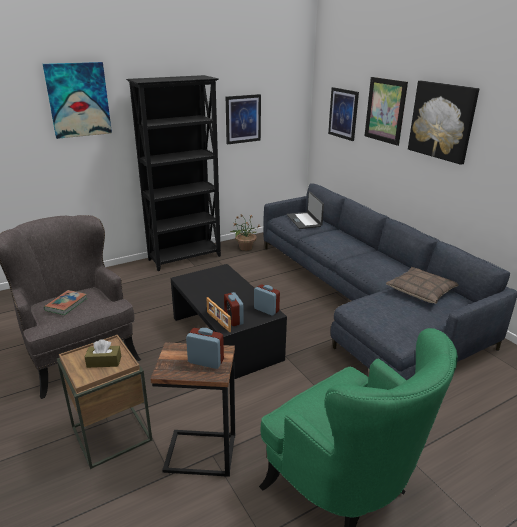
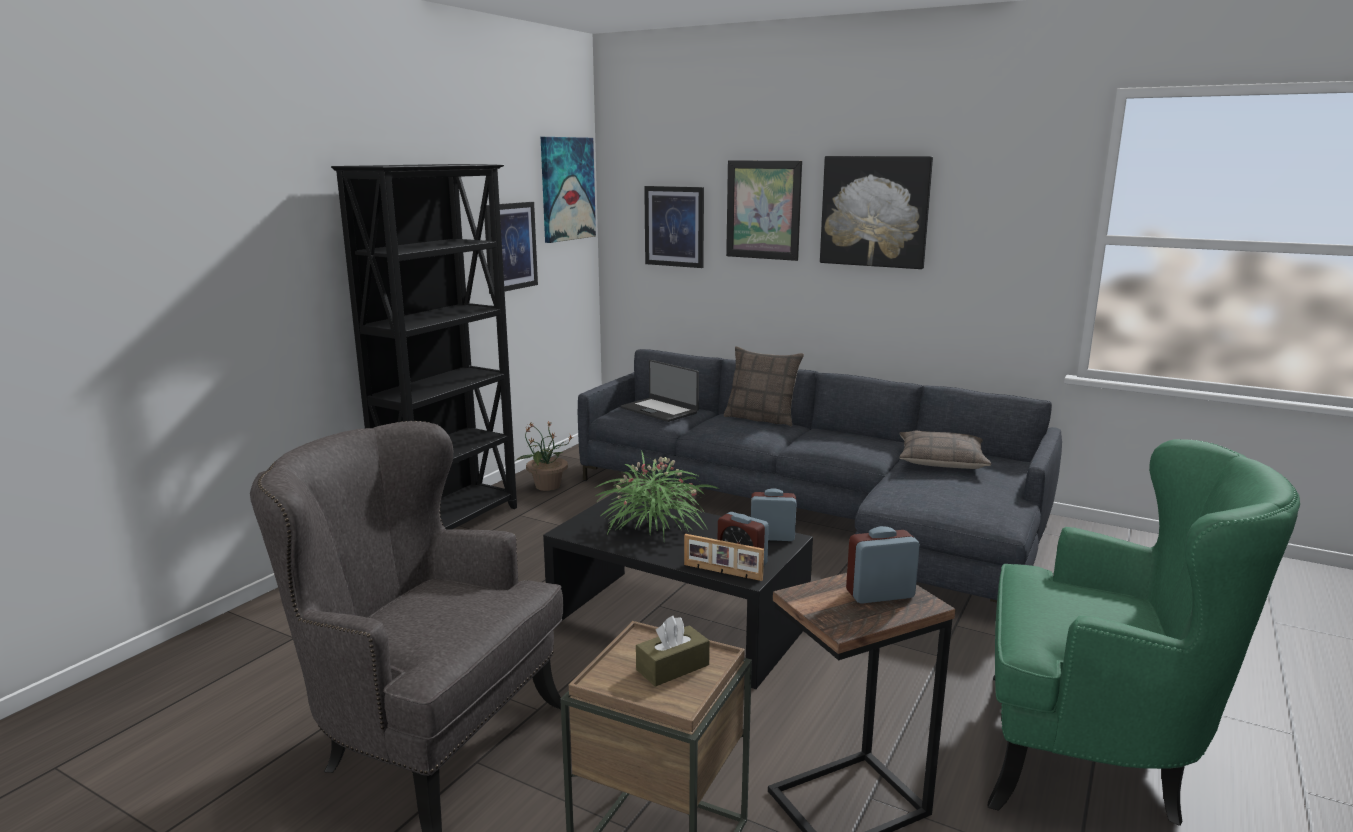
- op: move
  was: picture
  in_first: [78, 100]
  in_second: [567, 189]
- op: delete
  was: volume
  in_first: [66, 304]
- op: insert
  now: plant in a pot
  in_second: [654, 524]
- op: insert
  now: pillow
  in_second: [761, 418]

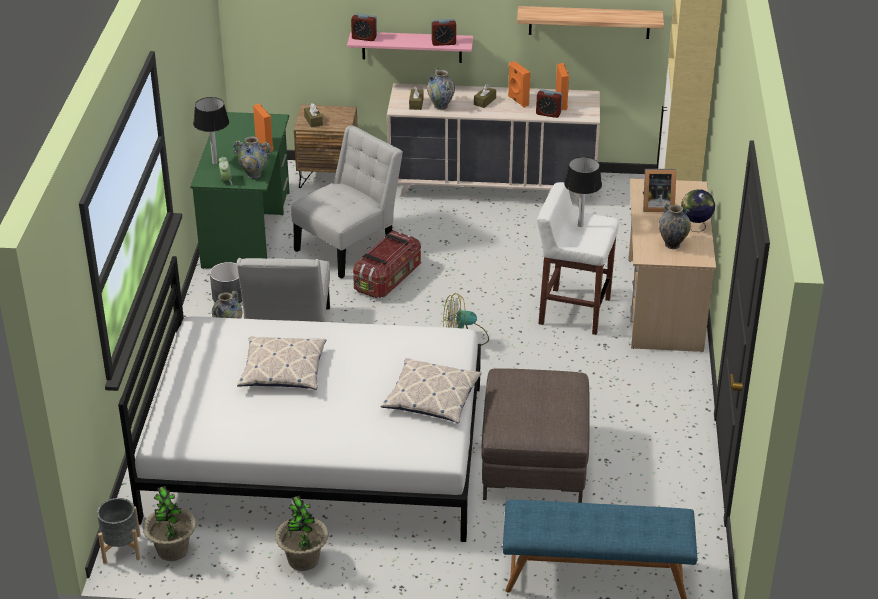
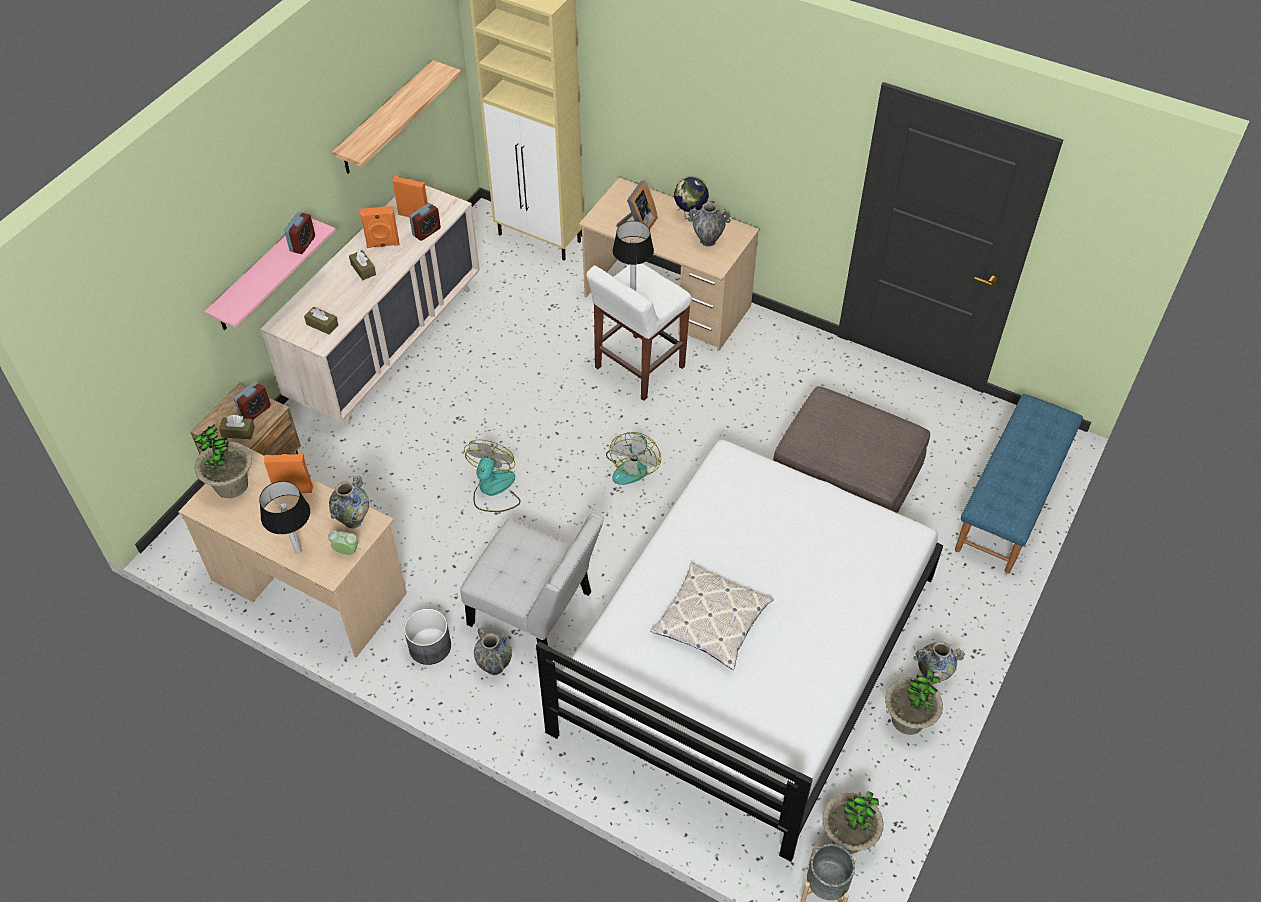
- op: recolor
  was: greenish desk unit
  now: beige-coloured desk unit
  in_first: [247, 229]
  in_second: [309, 586]
- op: delete
  was: whitish plain chair
  in_first: [349, 247]
- op: move
  was: table clock
  in_first: [364, 38]
  in_second: [255, 411]
- op: replace
  was: storage container
  now: electric fan
  in_first: [388, 279]
  in_second: [493, 490]
- op: delete
  was: pillow
  in_first: [431, 398]
- op: move
  was: decorative vase
  in_first: [441, 106]
  in_second: [932, 675]
- op: insert
  now: plant in a pot
  in_second: [231, 485]

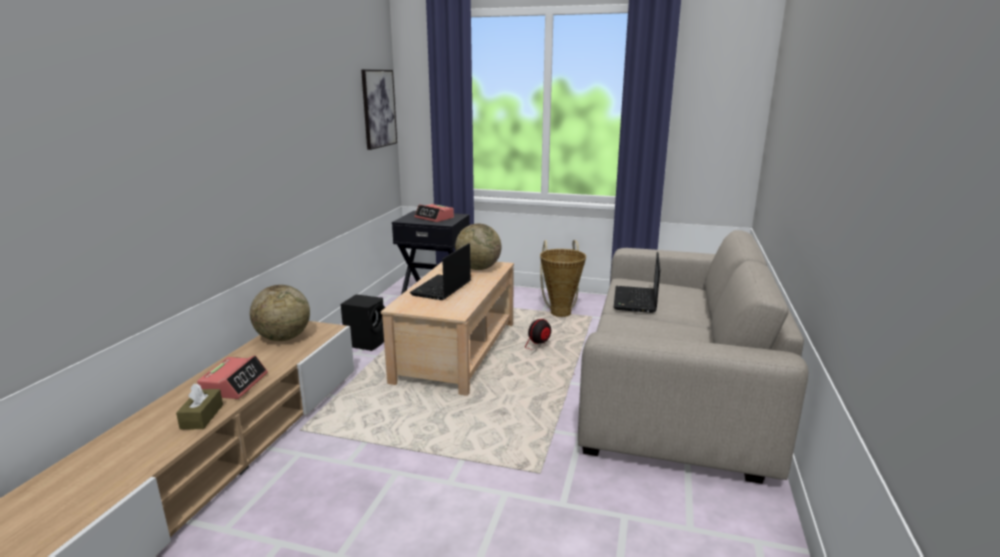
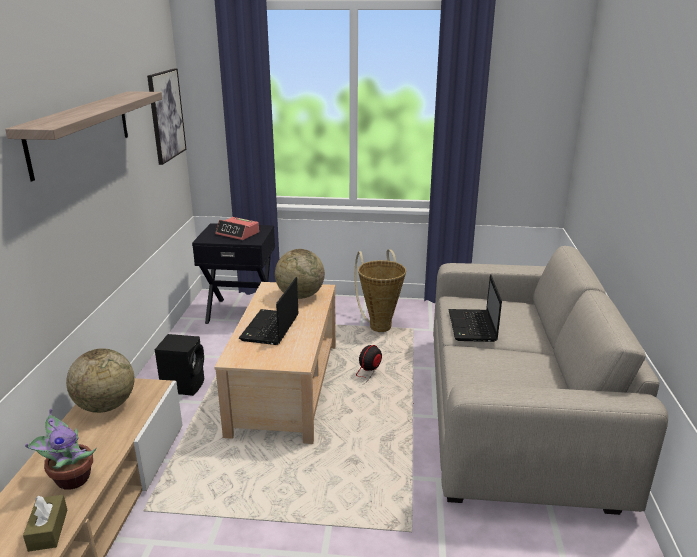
- op: replace
  was: table clock
  now: plant in a pot
  in_first: [234, 384]
  in_second: [71, 479]
- op: insert
  now: bracket shelf
  in_second: [81, 131]

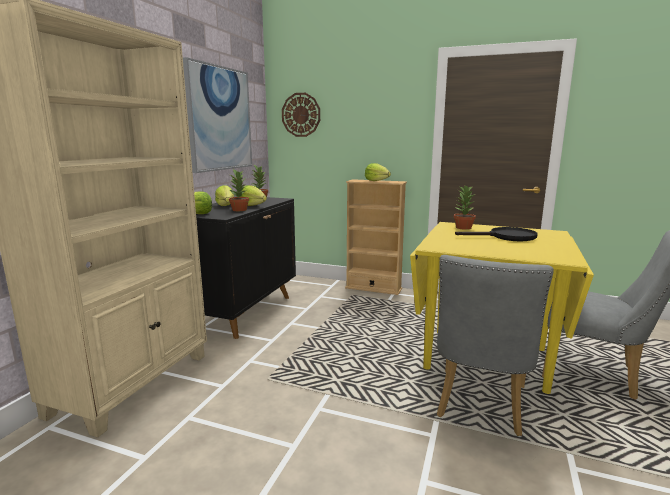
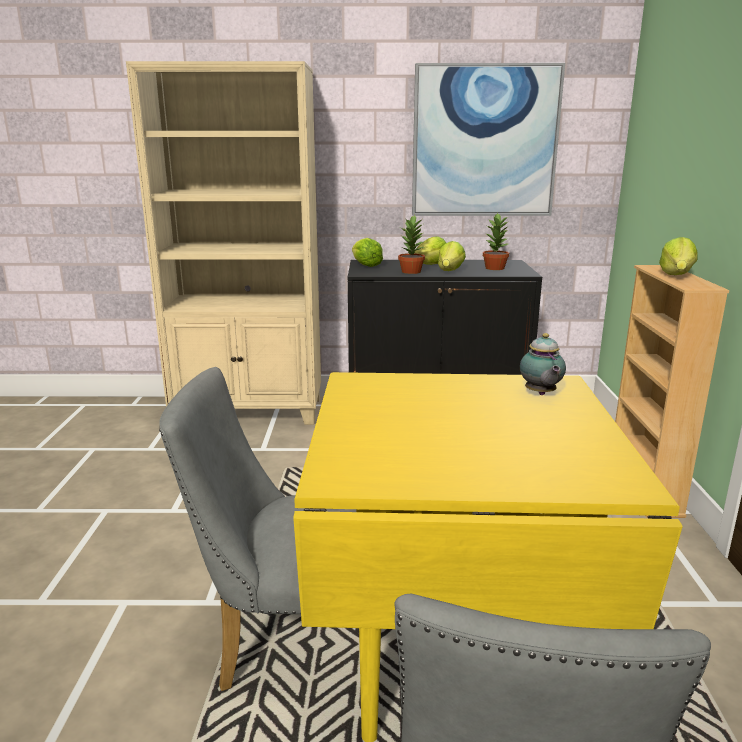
- op: delete
  was: wall clock
  in_first: [301, 115]
- op: replace
  was: plant in a pot
  now: teapot
  in_first: [463, 227]
  in_second: [540, 394]
- op: delete
  was: blackish skillet
  in_first: [506, 237]

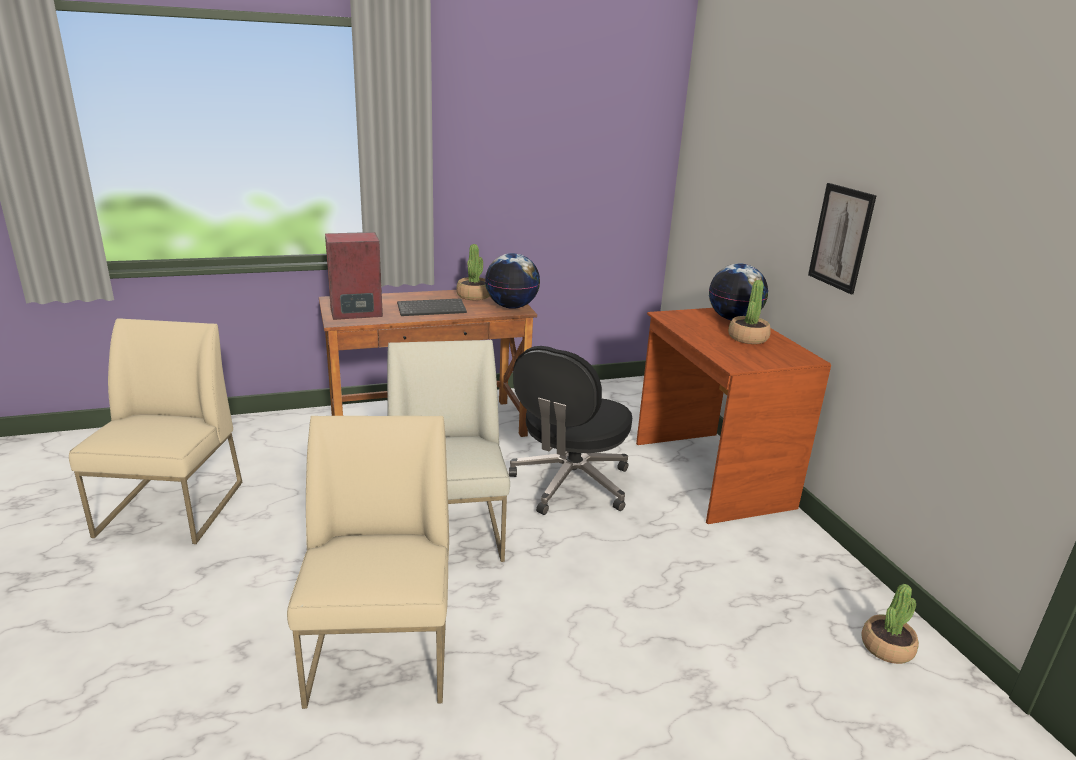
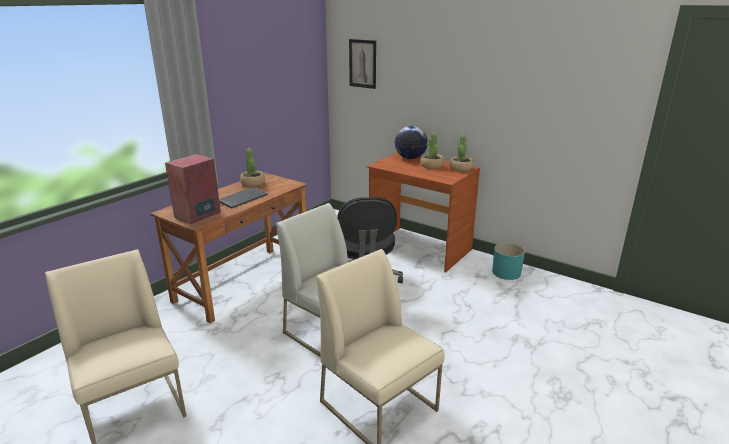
- op: delete
  was: world globe
  in_first: [511, 307]
- op: move
  was: picture
  in_first: [841, 237]
  in_second: [362, 63]
- op: move
  was: plant in a pot
  in_first: [887, 647]
  in_second: [460, 168]
- op: insert
  now: turquoise flower pot
  in_second: [506, 272]

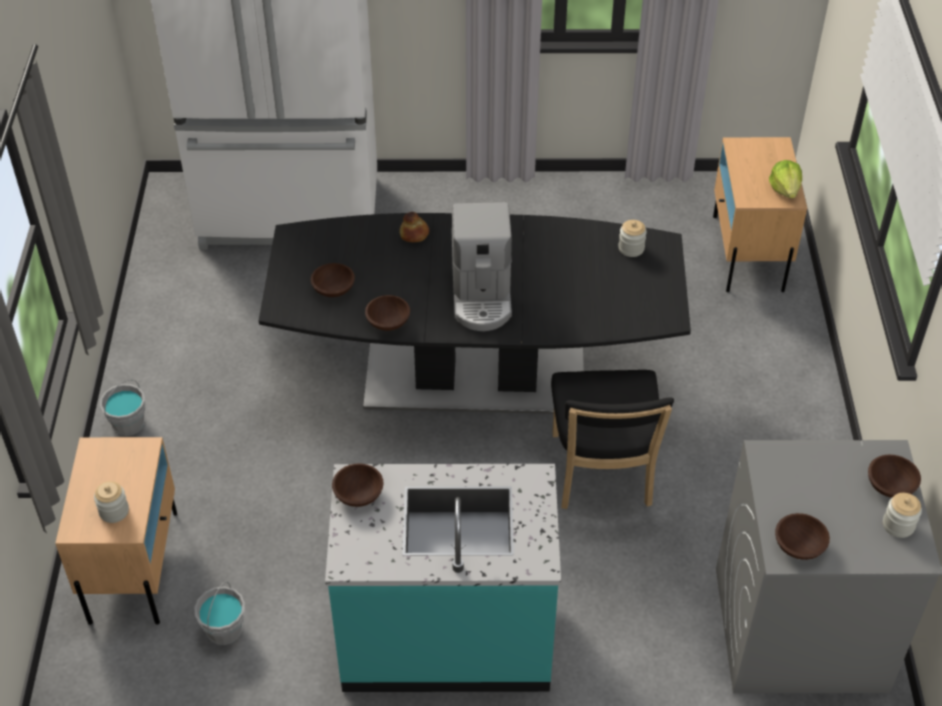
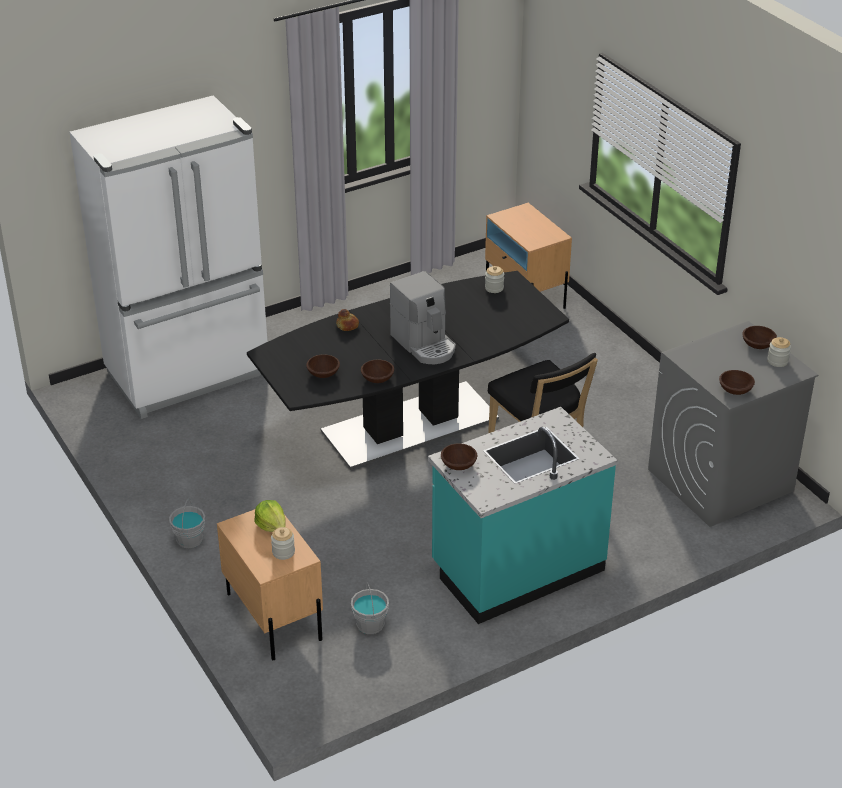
- op: move
  was: lettuce
  in_first: [785, 189]
  in_second: [272, 525]

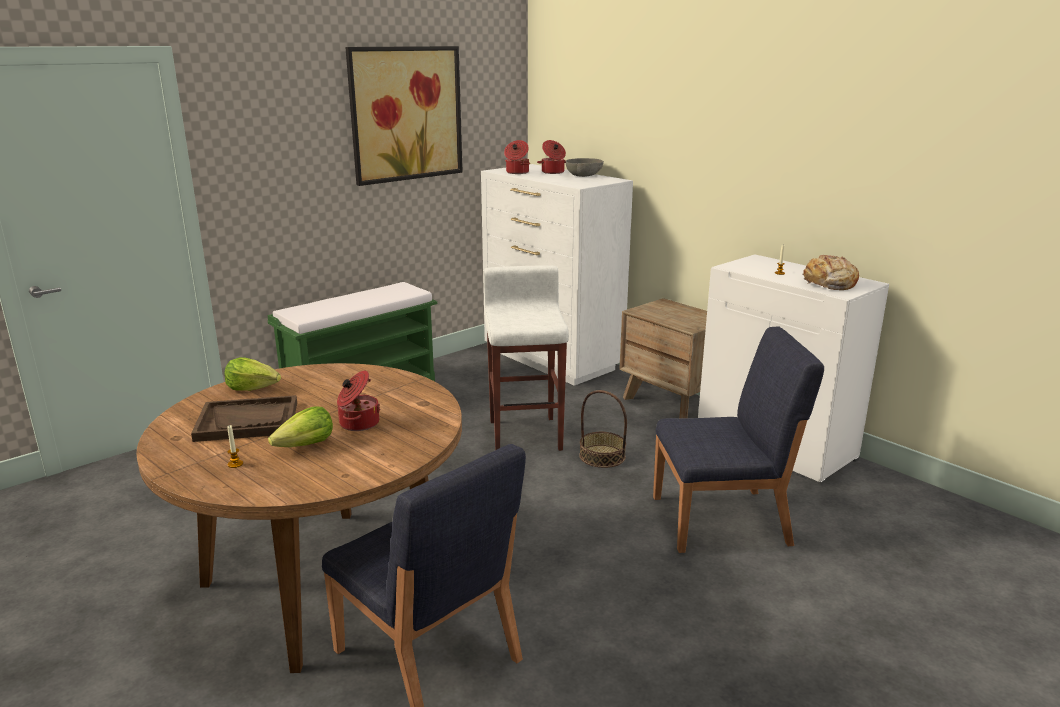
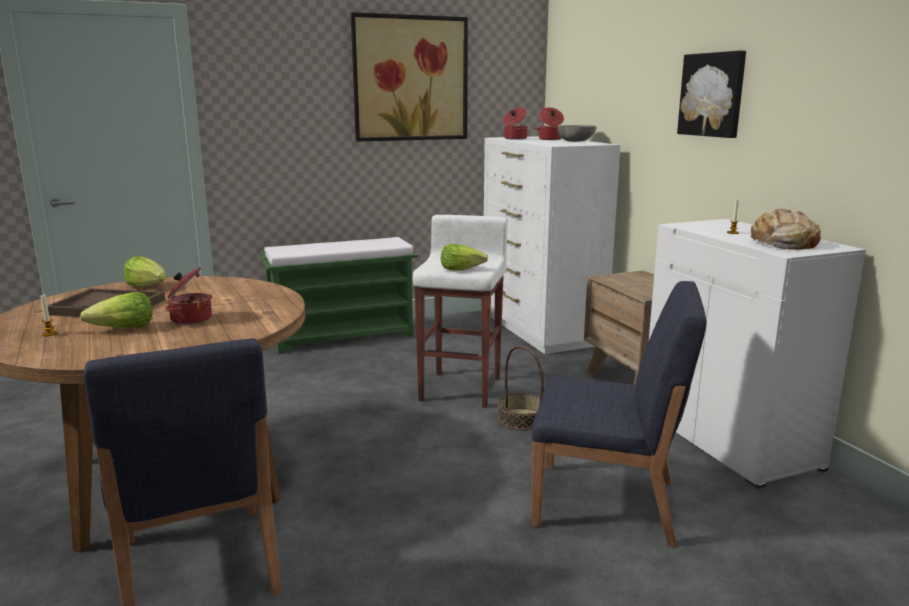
- op: insert
  now: lettuce
  in_second: [461, 269]
- op: insert
  now: picture
  in_second: [713, 95]

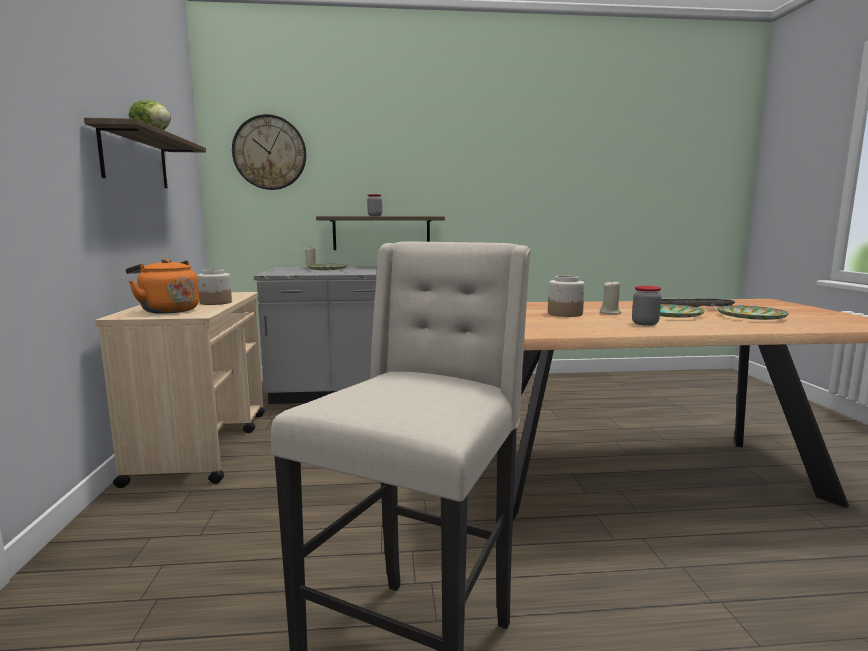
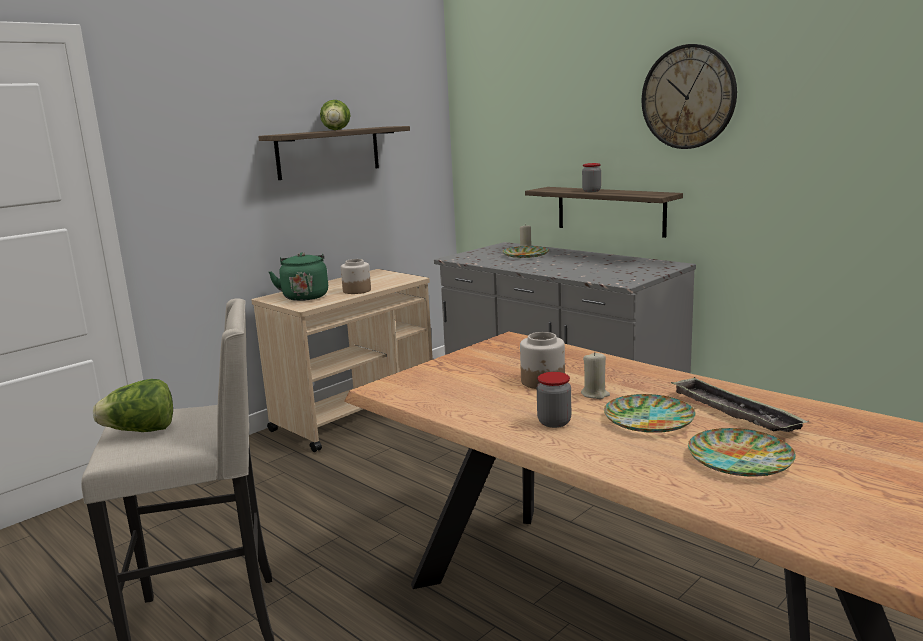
- op: recolor
  was: orange-coloured water kettle
  now: greenish water kettle
  in_first: [167, 310]
  in_second: [305, 296]
- op: move
  was: wall clock
  in_first: [269, 153]
  in_second: [688, 97]
- op: insert
  now: lettuce
  in_second: [141, 431]

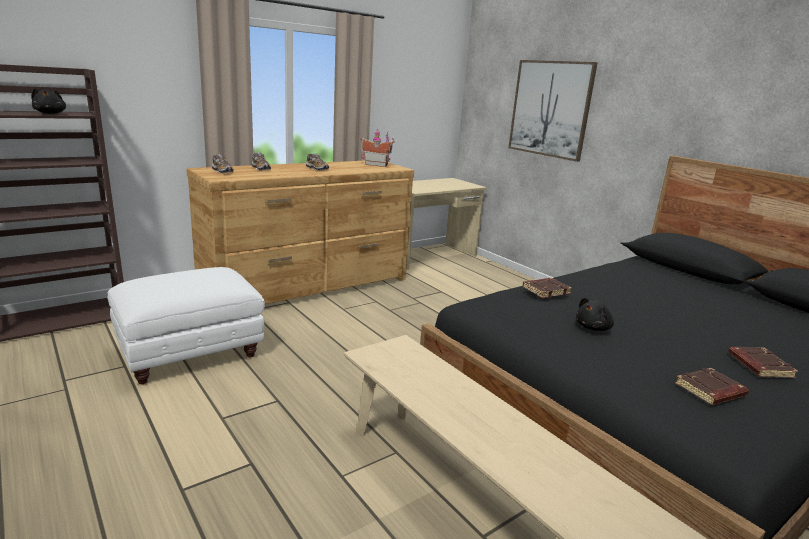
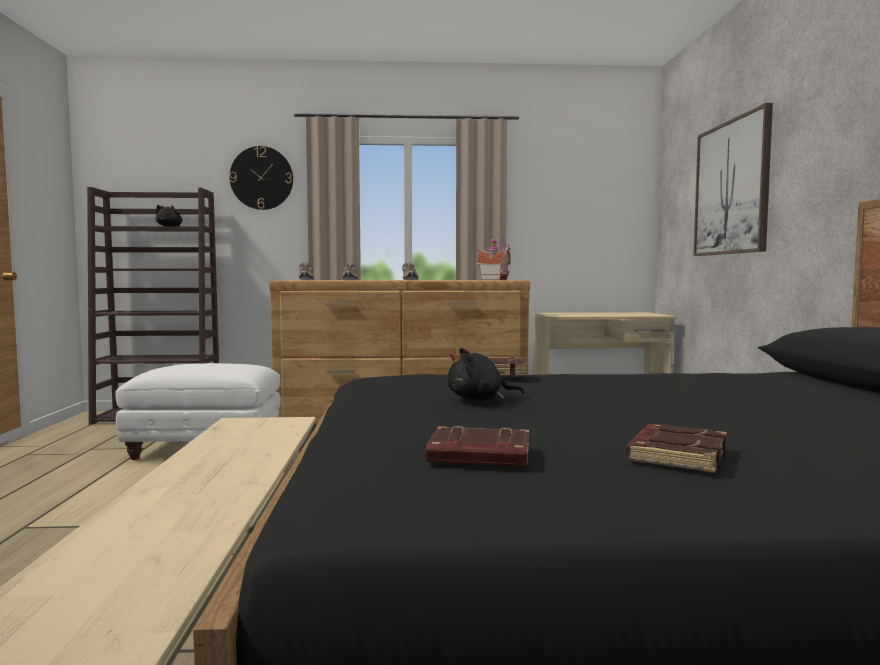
- op: insert
  now: wall clock
  in_second: [261, 178]

